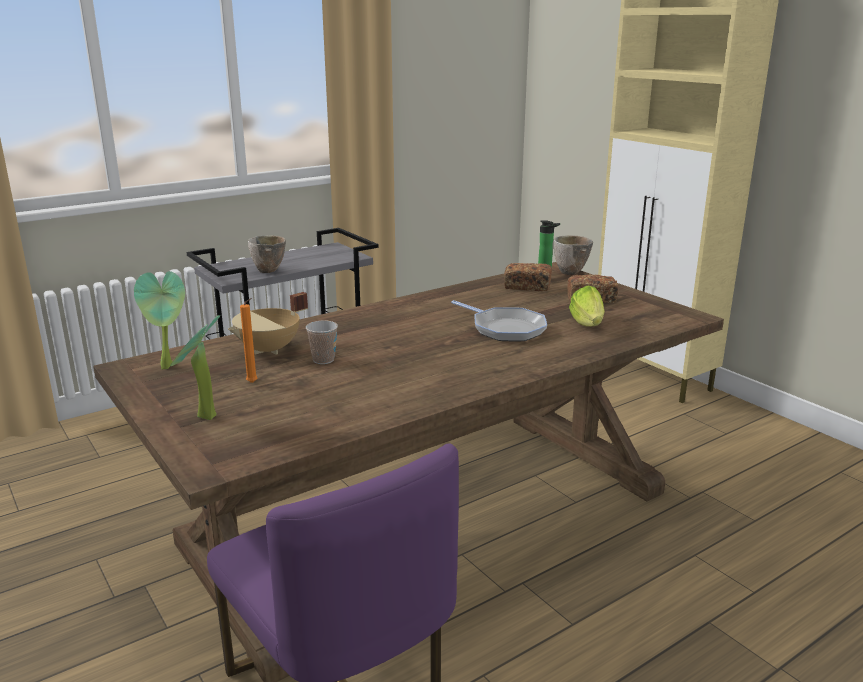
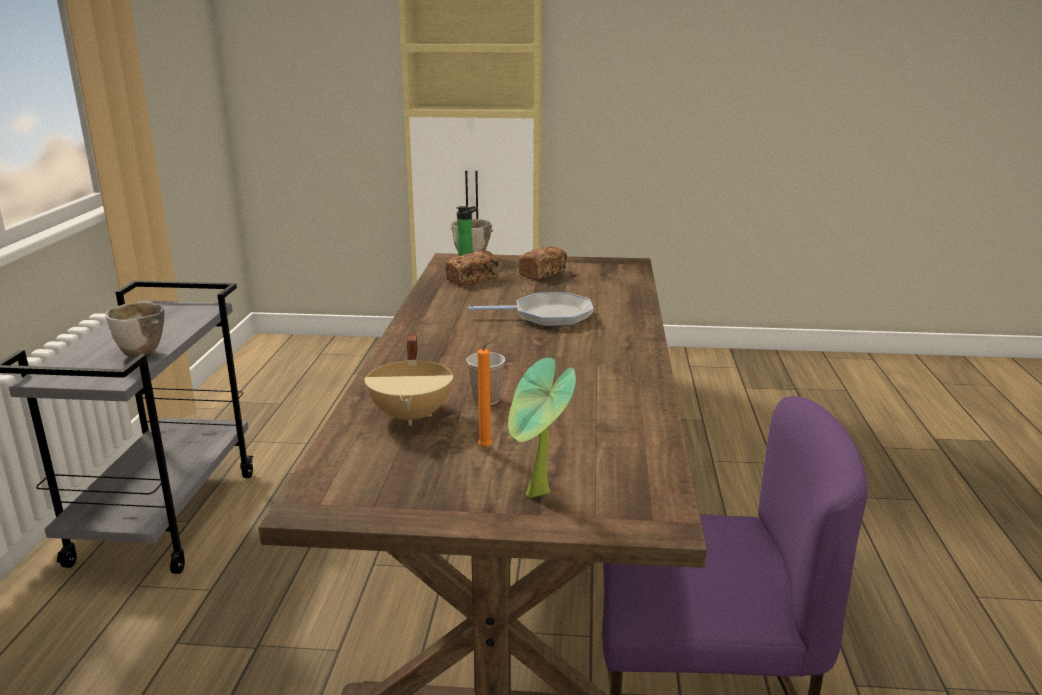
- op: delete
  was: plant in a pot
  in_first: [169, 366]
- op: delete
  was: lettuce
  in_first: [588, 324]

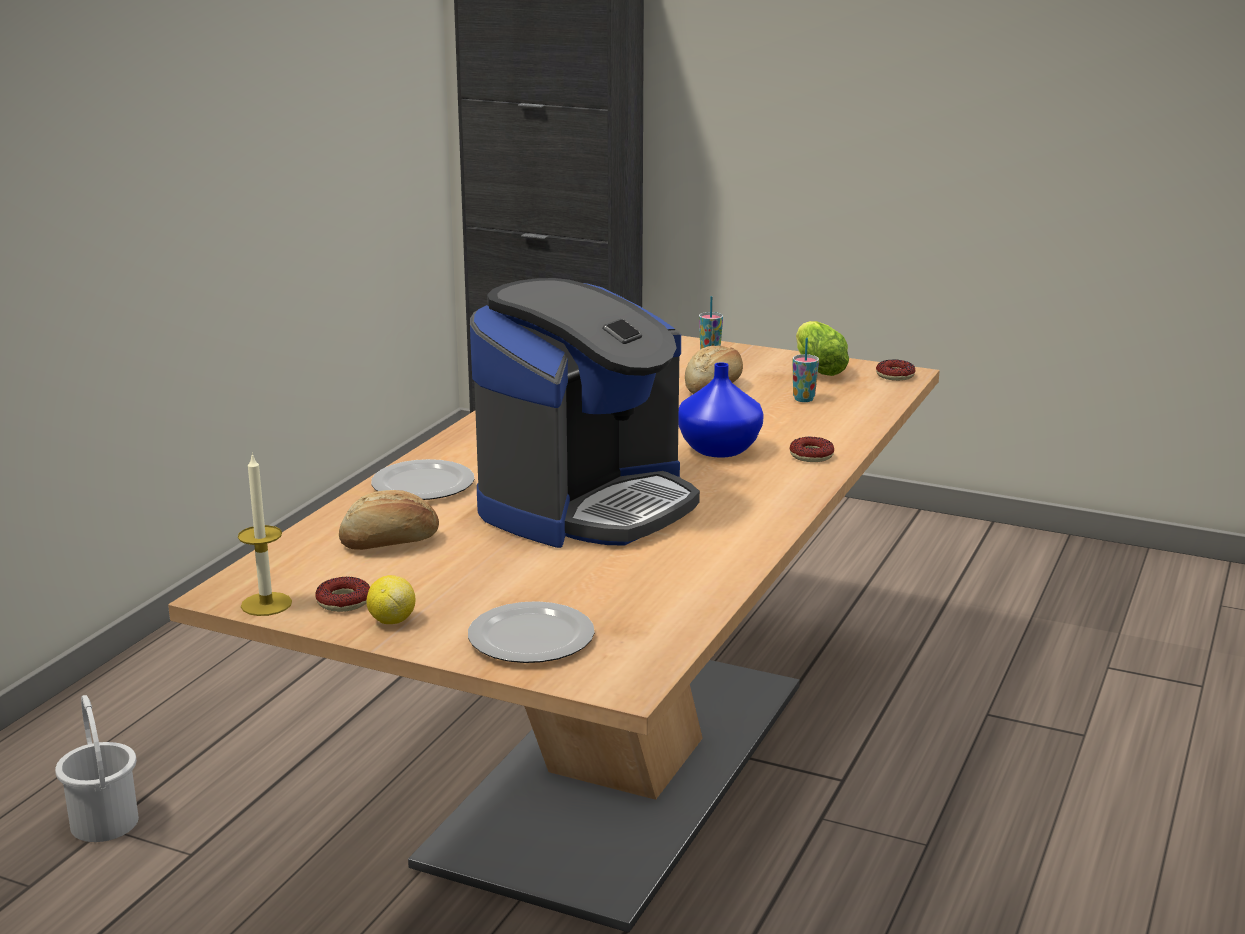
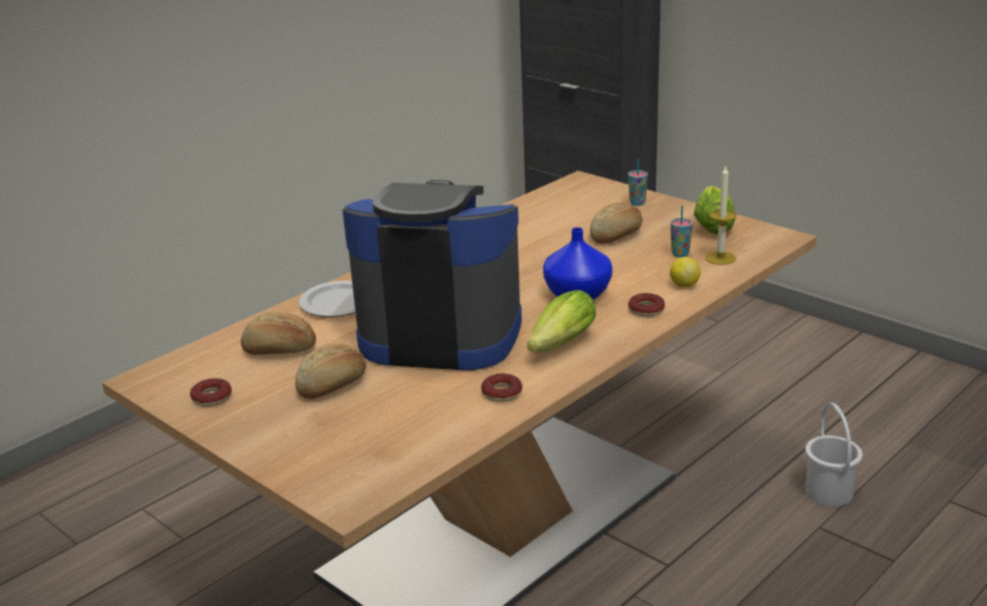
- op: move
  was: whitish pail
  in_first: [103, 823]
  in_second: [828, 492]
- op: move
  was: wax light
  in_first: [266, 604]
  in_second: [720, 258]
- op: move
  was: citrus fruit
  in_first: [392, 620]
  in_second: [684, 285]
- op: delete
  was: plate
  in_first: [532, 637]
- op: rotate
  was: coffee machine
  in_first: [586, 505]
  in_second: [440, 335]
  clockwise: -135
- op: move
  was: ring doughnut
  in_first: [895, 375]
  in_second: [501, 393]
- op: insert
  now: baked bread
  in_second: [333, 386]
- op: insert
  now: lettuce
  in_second: [558, 347]

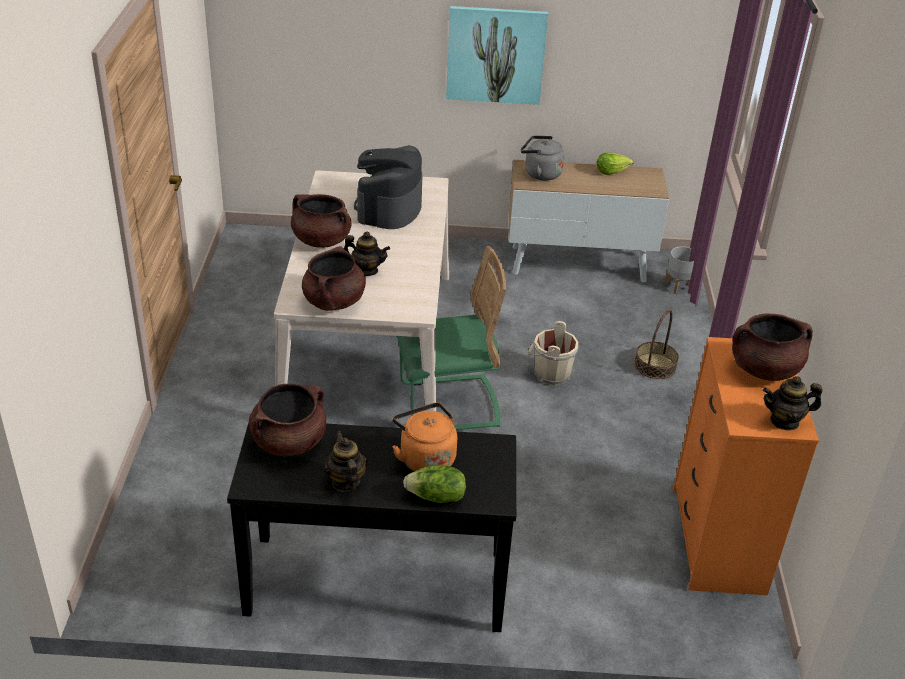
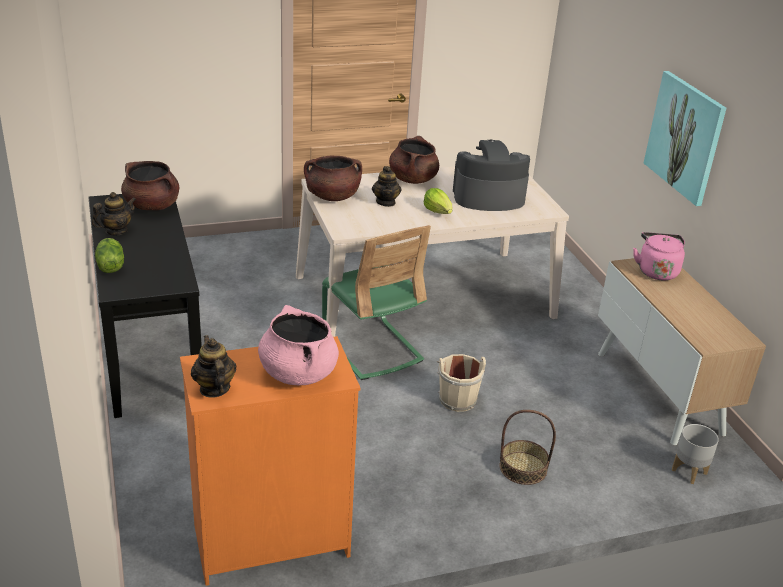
- op: delete
  was: orange-coloured water kettle
  in_first: [425, 458]
- op: recolor
  was: grey water kettle
  now: pink water kettle
  in_first: [540, 173]
  in_second: [656, 271]
- op: move
  was: lettuce
  in_first: [611, 171]
  in_second: [438, 211]
- op: recolor
  was: brown-coloured saucepot
  now: pink saucepot
  in_first: [764, 369]
  in_second: [297, 373]

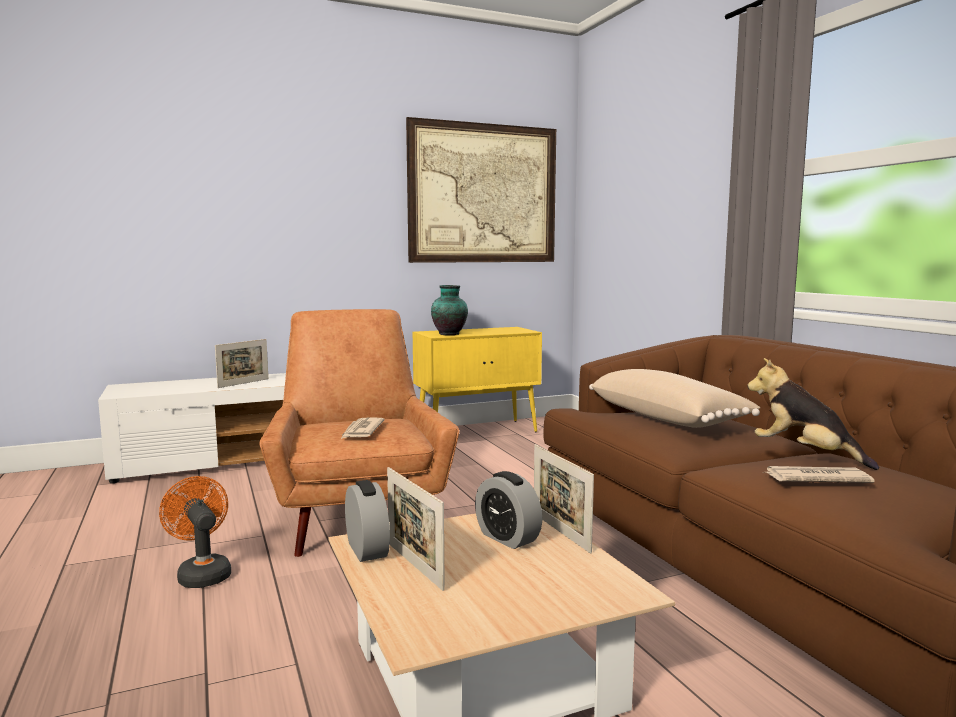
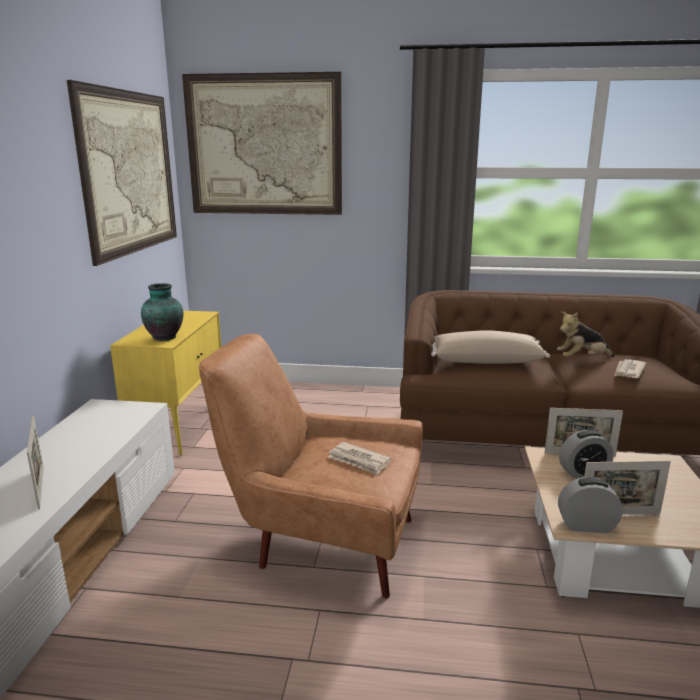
- op: delete
  was: orange-coloured electric fan
  in_first: [202, 573]
- op: insert
  now: picture
  in_second: [264, 145]

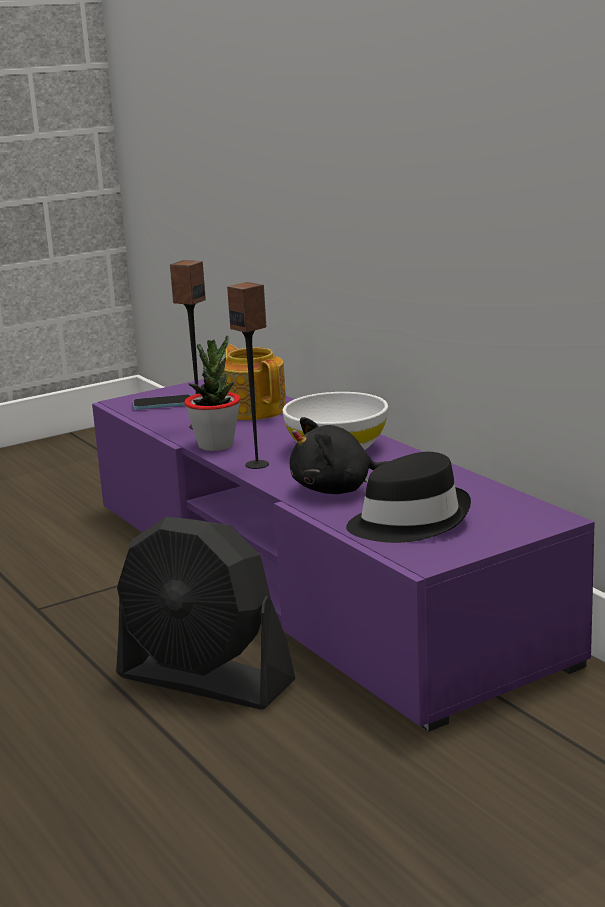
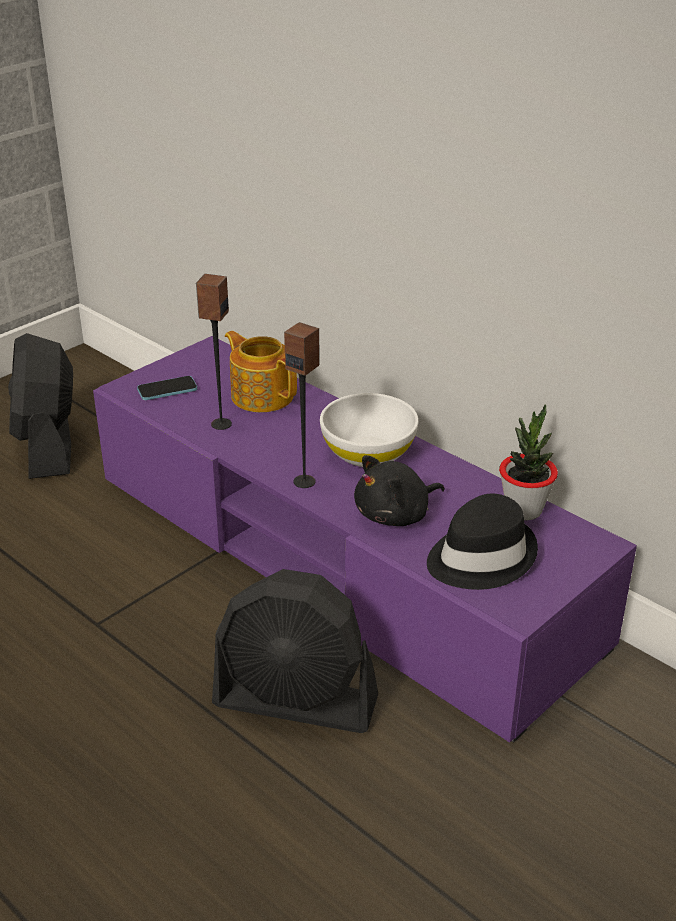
- op: move
  was: plant in a pot
  in_first: [216, 445]
  in_second: [524, 509]
- op: insert
  now: blackish electric fan
  in_second: [48, 445]

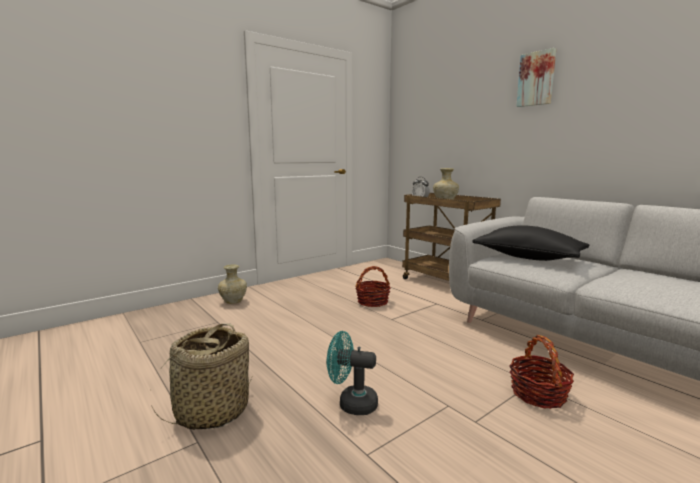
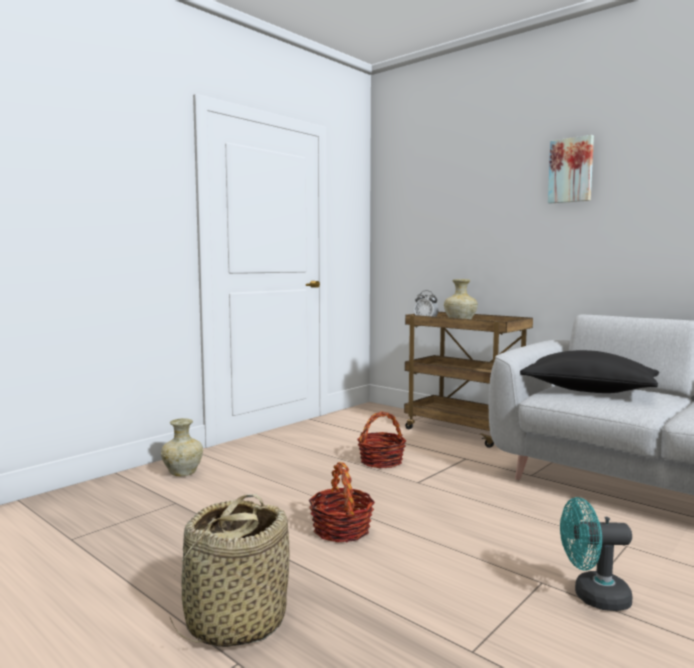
- op: move
  was: turquoise electric fan
  in_first: [351, 403]
  in_second: [593, 597]
- op: move
  was: household basket
  in_first: [538, 394]
  in_second: [341, 530]

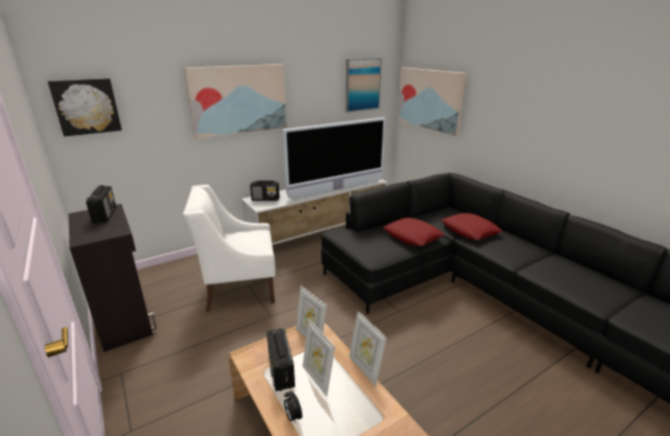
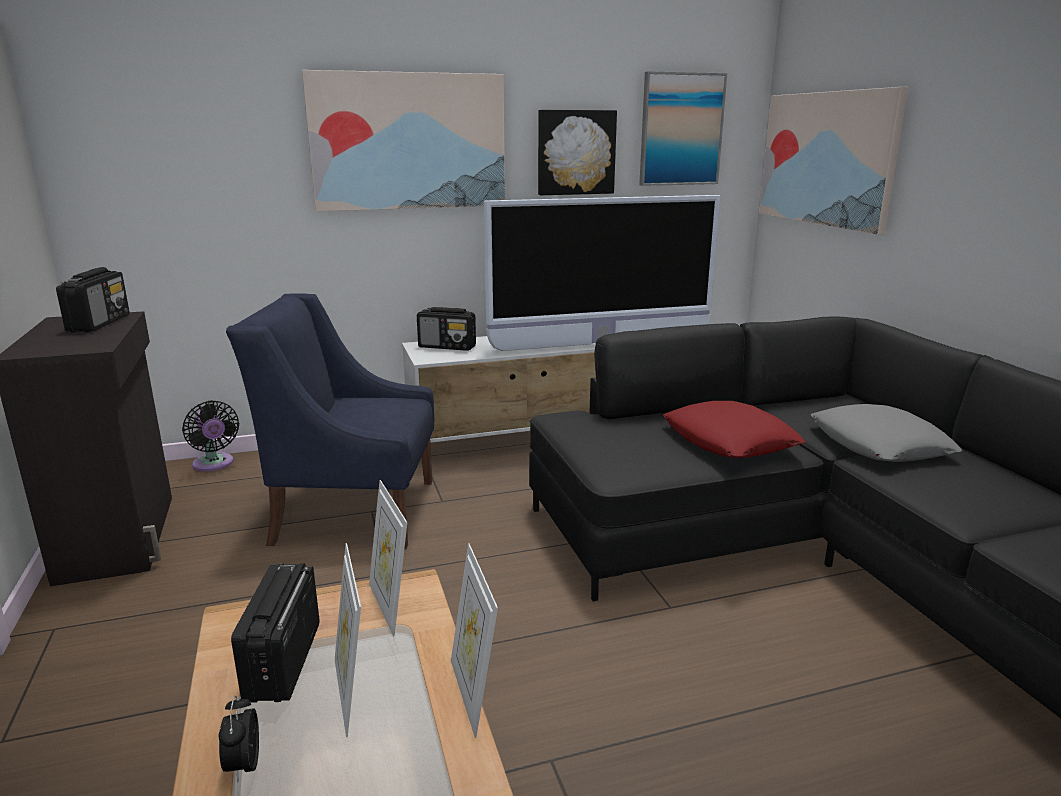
- op: move
  was: picture
  in_first: [86, 106]
  in_second: [575, 152]
- op: recolor
  was: whitish armchair
  now: blue-coloured armchair
  in_first: [239, 286]
  in_second: [353, 510]
- op: recolor
  was: reddish pillow
  now: grey pillow
  in_first: [470, 231]
  in_second: [879, 445]
- op: insert
  now: blackish electric fan
  in_second: [214, 464]

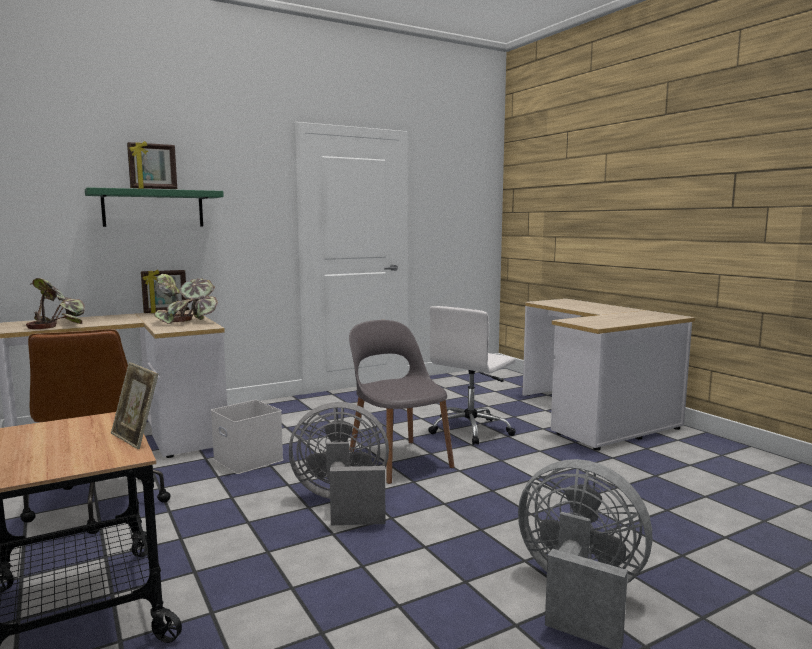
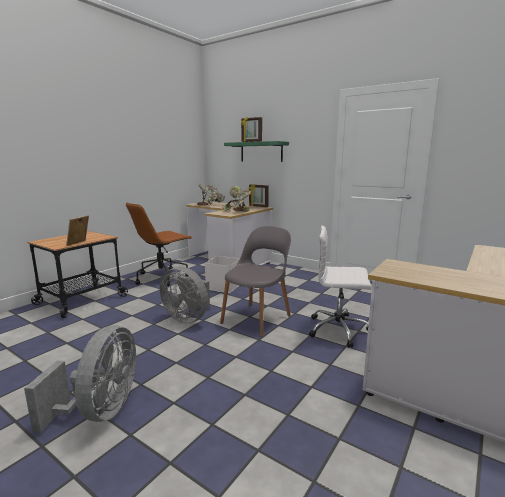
- op: rotate
  was: grey electric fan
  in_first: [343, 503]
  in_second: [188, 318]
  clockwise: 150

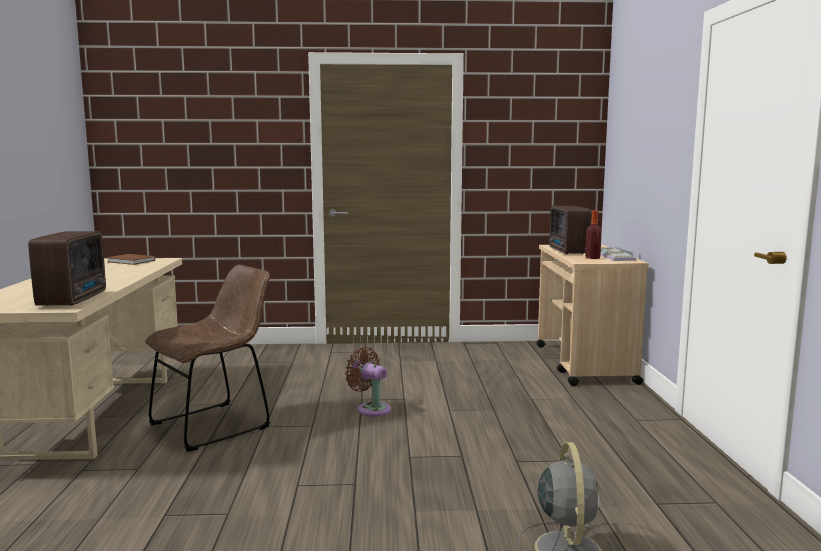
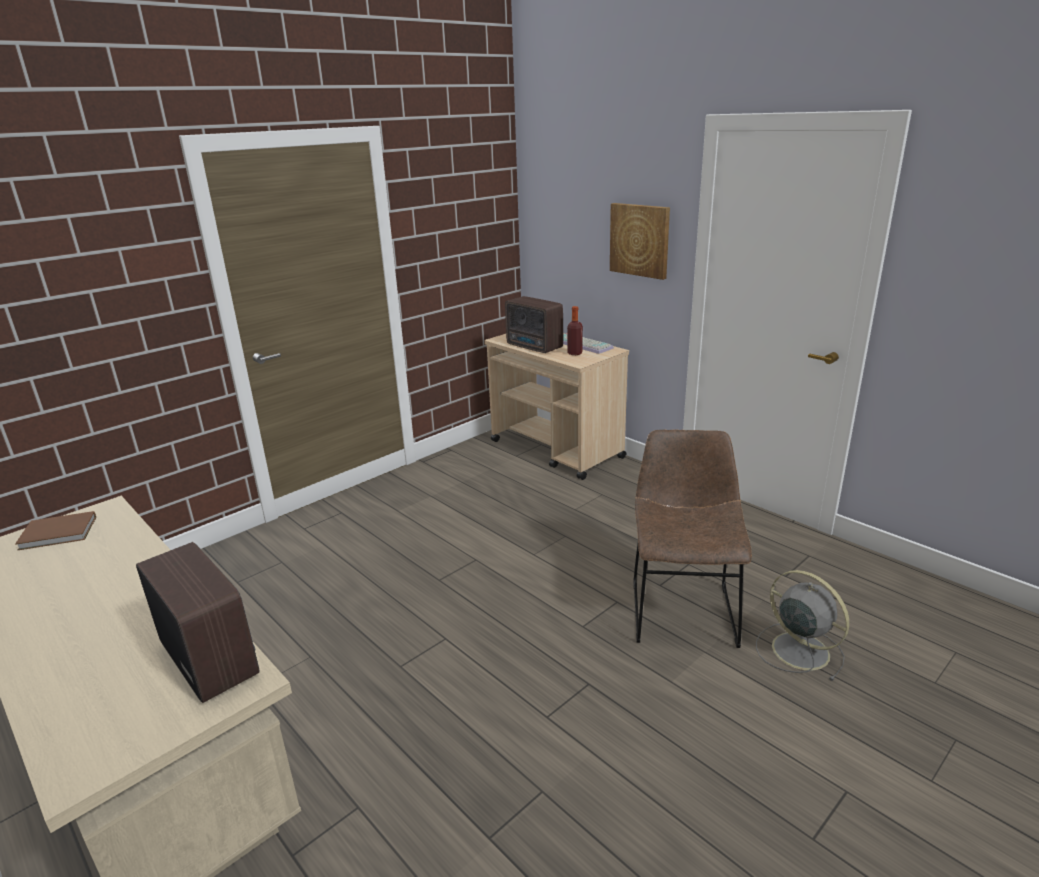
- op: move
  was: brown-coloured plain chair
  in_first: [216, 424]
  in_second: [682, 608]
- op: delete
  was: brown-coloured electric fan
  in_first: [371, 409]
- op: insert
  now: picture
  in_second: [640, 240]

